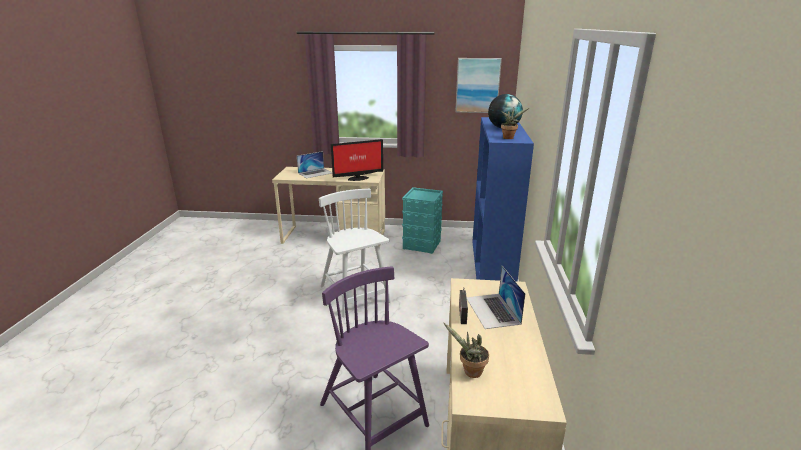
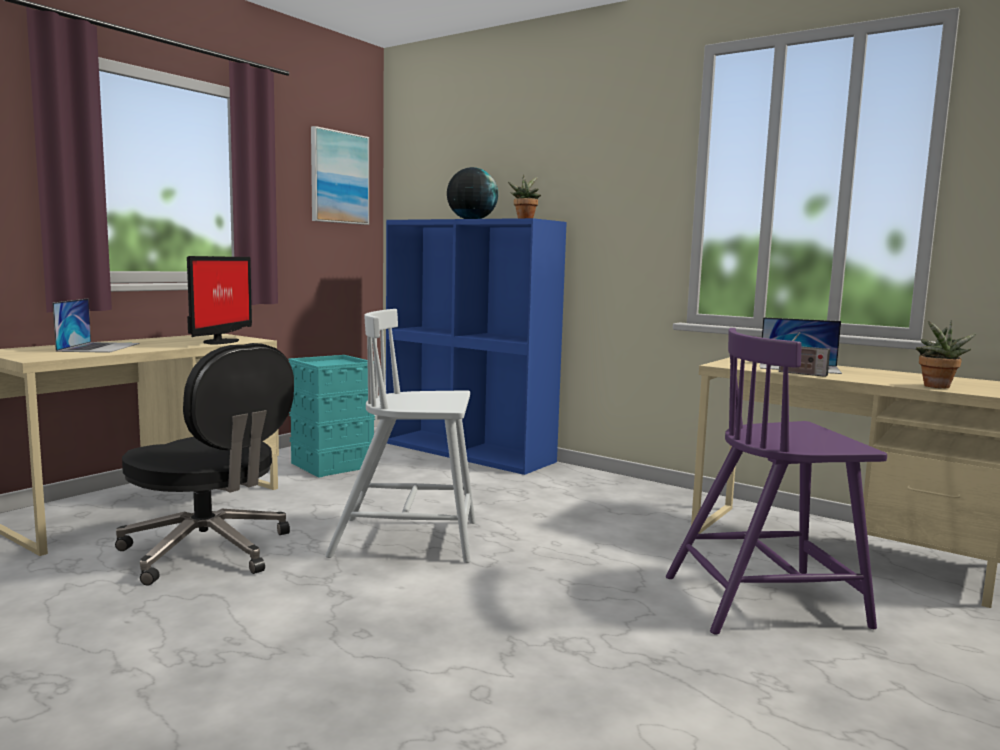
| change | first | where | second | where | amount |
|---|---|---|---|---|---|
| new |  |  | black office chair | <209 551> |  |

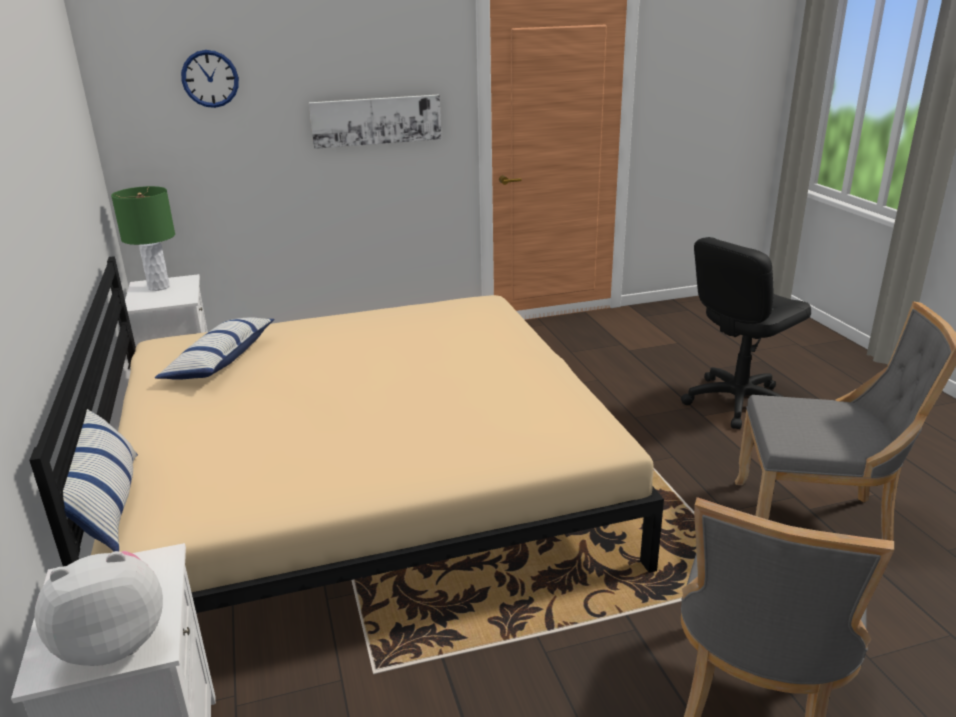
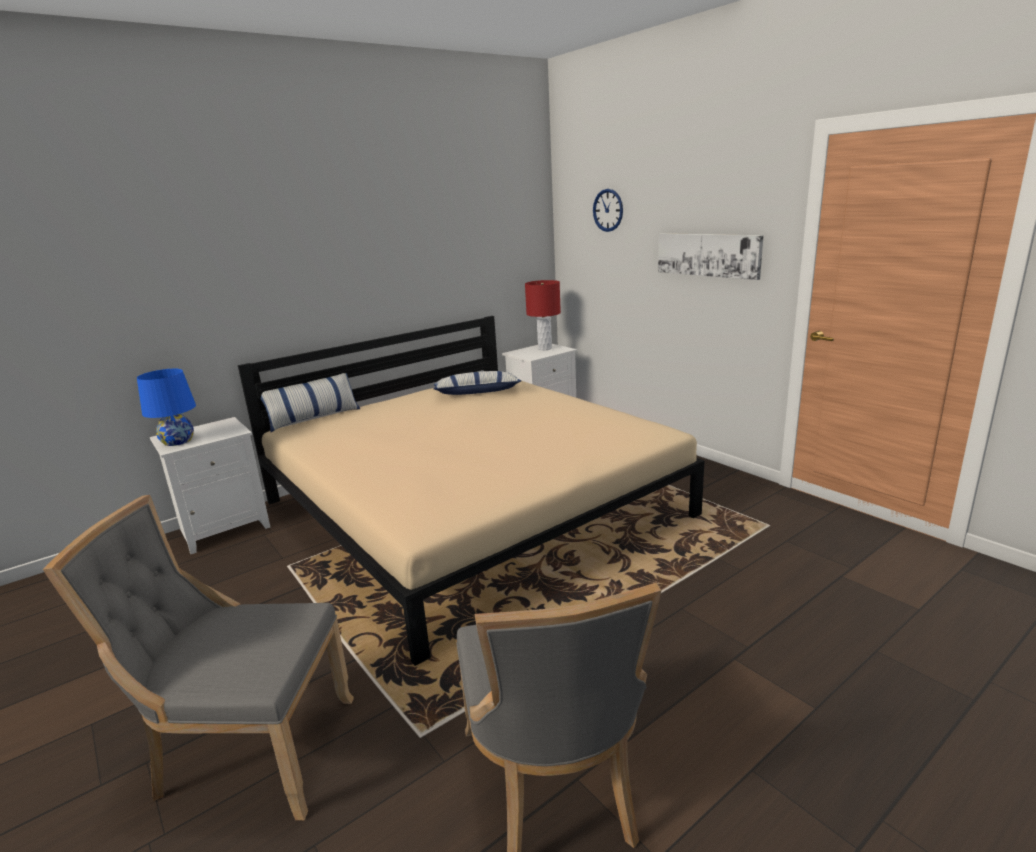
| change | first | where | second | where | amount |
|---|---|---|---|---|---|
| repainted | green table lamp | <158 287> | red table lamp | <544 348> |  |
| gone | black office chair | <737 402> |  |  |  |
| swapped | plush toy | <113 642> | blue table lamp | <177 441> |  |

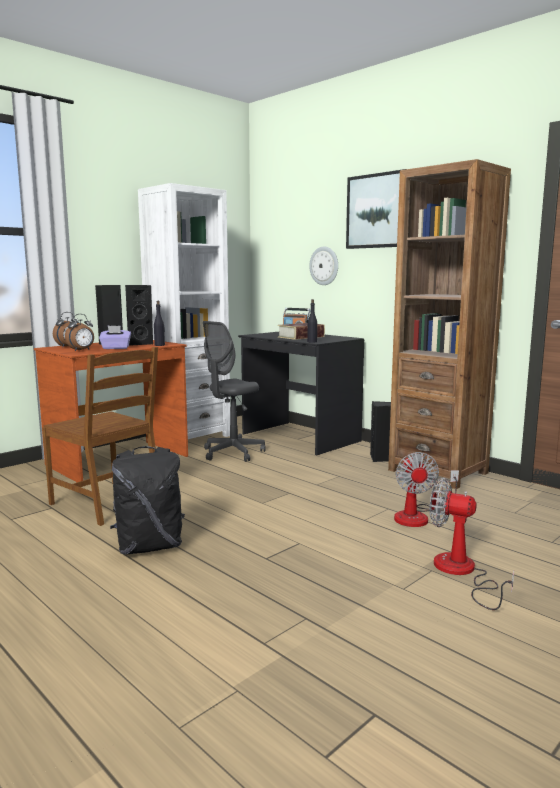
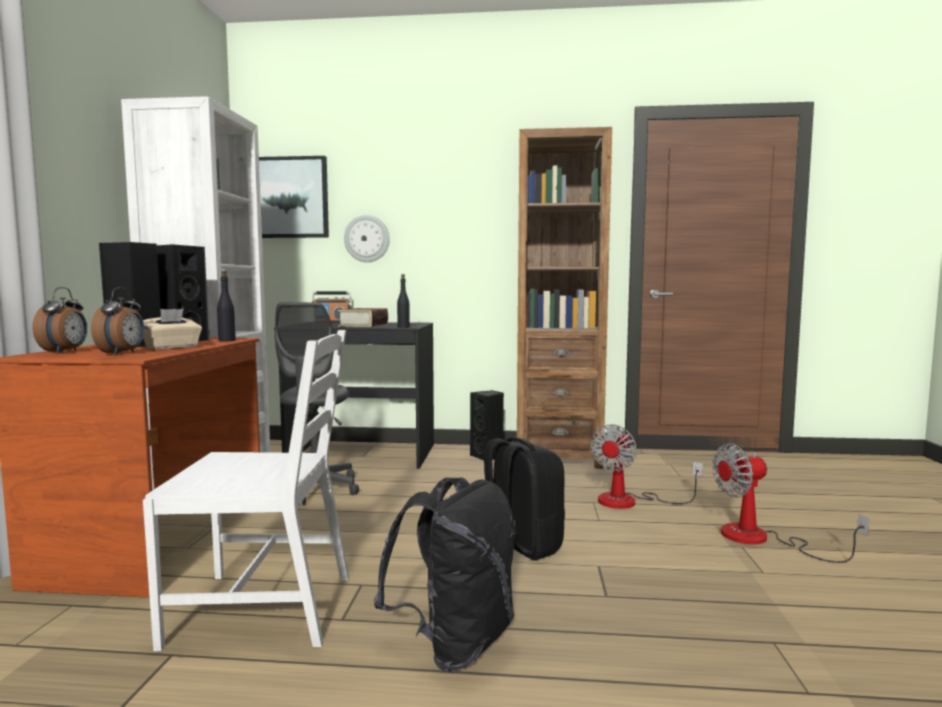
| change | first | where | second | where | amount |
|---|---|---|---|---|---|
| shifted | picture | <377 211> |  | <289 198> |  |
| repainted | purple tissue box | <115 348> | beige tissue box | <172 347> |  |
| repainted | brown chair | <108 503> | white chair | <264 608> |  |
| rotated | fan | <419 516> |  | <630 501> | 75 degrees clockwise |
| new |  |  | black backpack | <520 546> |  |

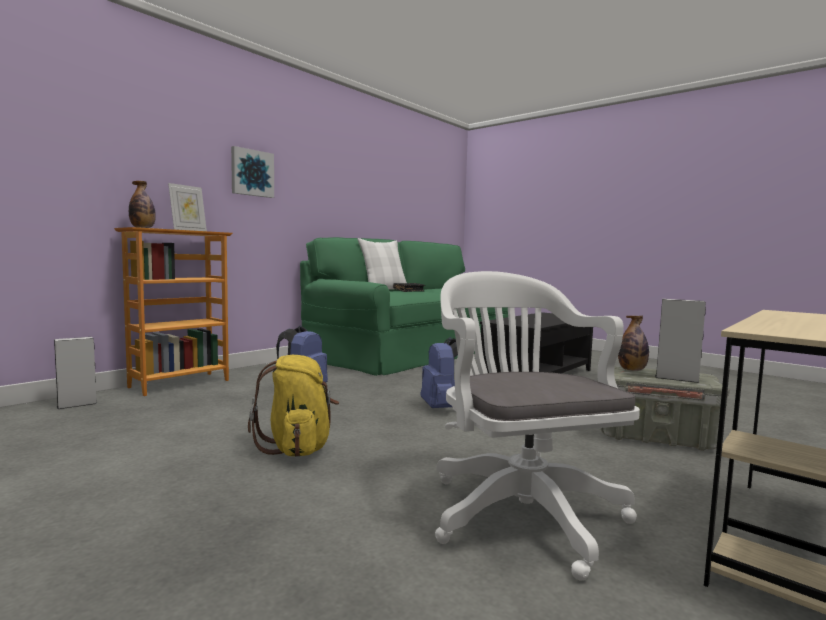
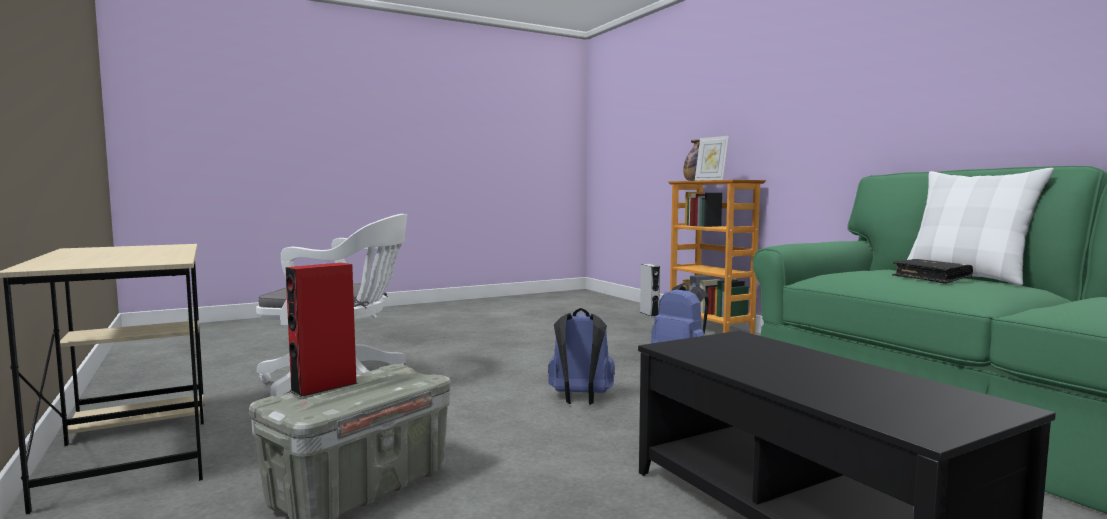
| change | first | where | second | where | amount |
|---|---|---|---|---|---|
| gone | picture | <252 173> |  |  |  |
| repainted | grey speaker | <676 378> | red speaker | <324 387> |  |
| gone | bottle | <632 370> |  |  |  |
| gone | yellow backpack | <297 448> |  |  |  |

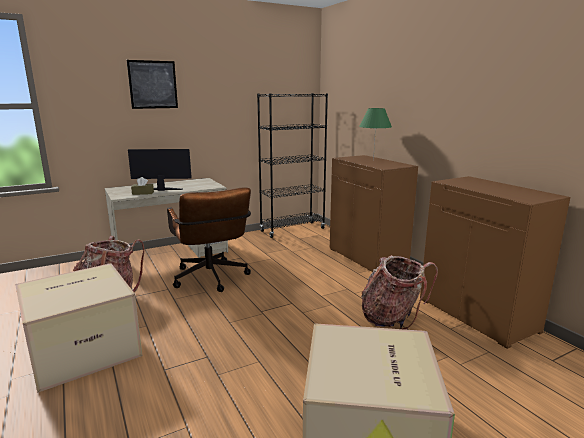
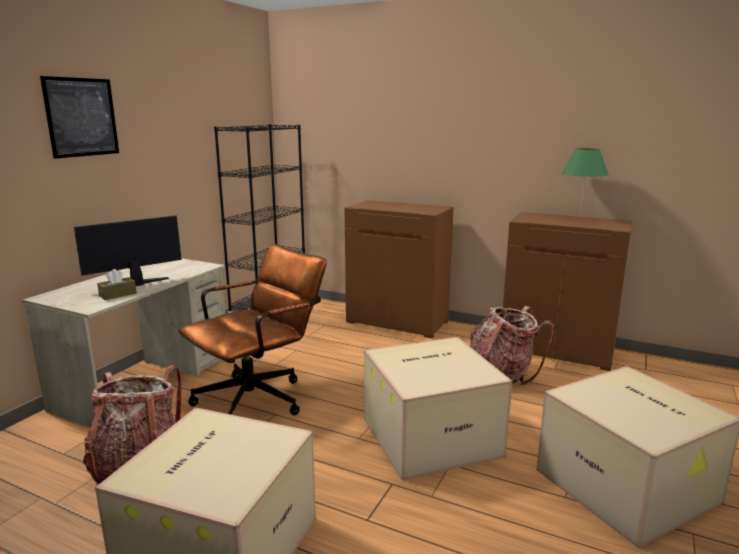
| change | first | where | second | where | amount |
|---|---|---|---|---|---|
| shifted | green table lamp | <373 160> |  | <579 219> |  |
| rotated | brown office chair | <211 280> |  | <259 398> | 75 degrees counterclockwise |
| new |  |  | cardboard box | <431 436> |  |

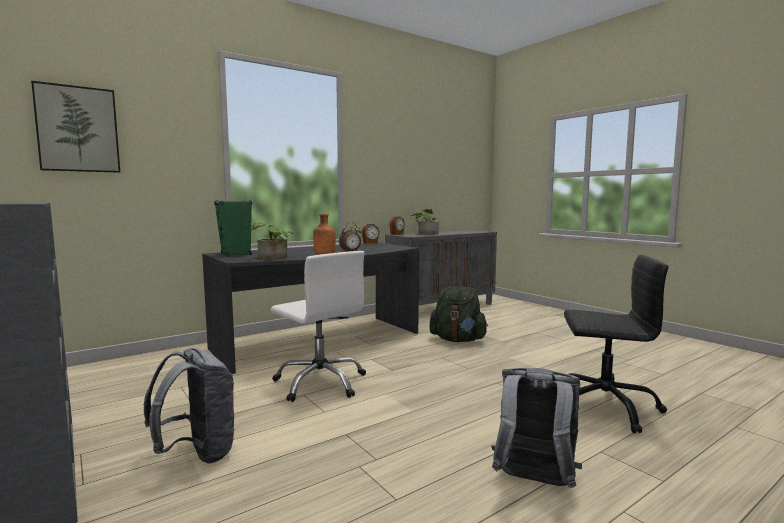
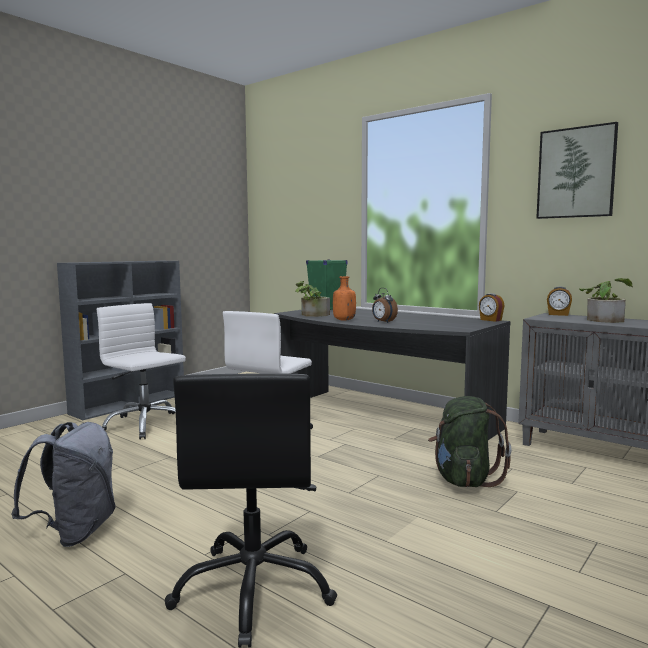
| change | first | where | second | where | amount |
|---|---|---|---|---|---|
| shifted | picture | <78 129> |  | <576 173> |  |
| swapped | grey backpack | <197 454> | white office chair | <145 425> |  |

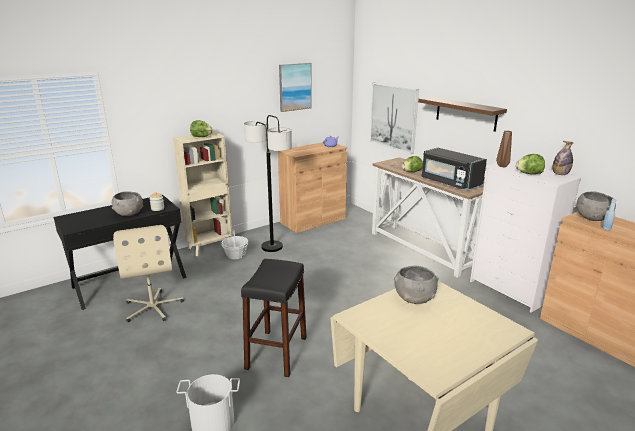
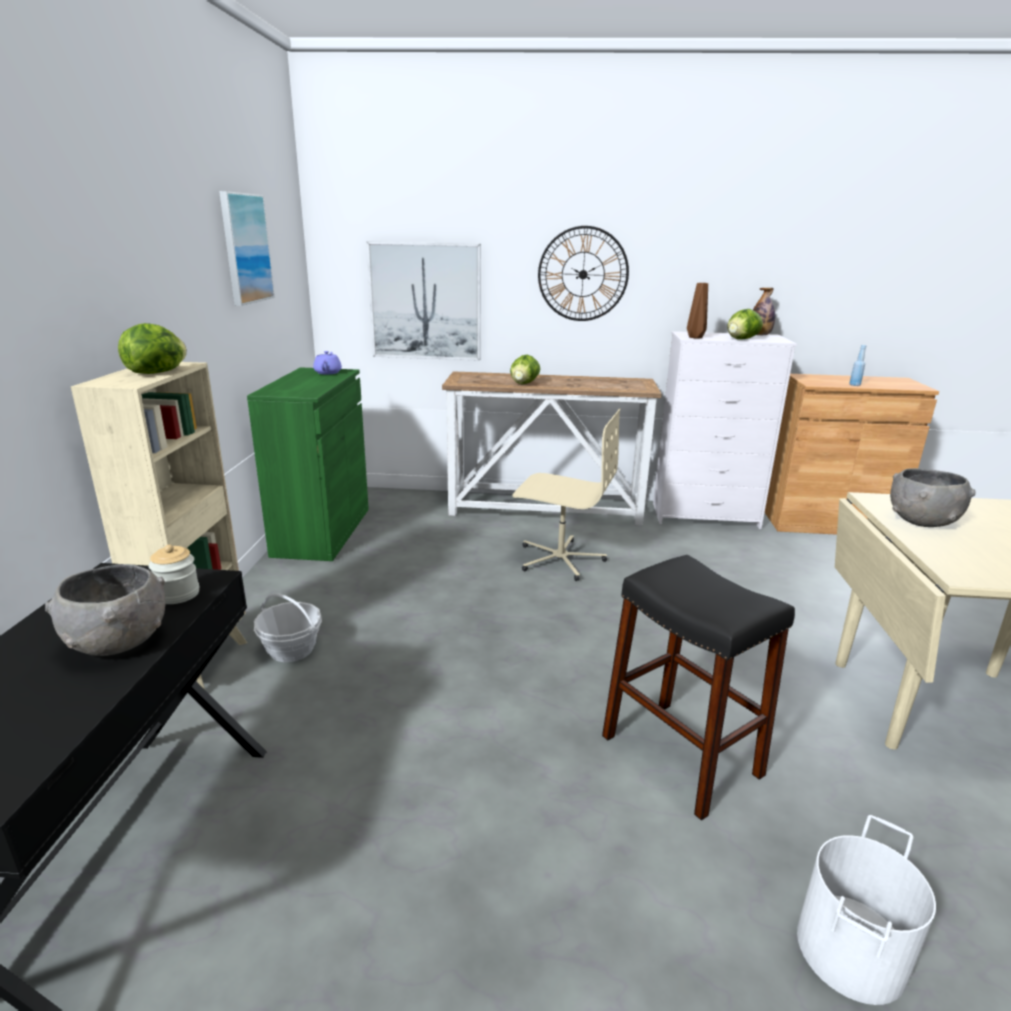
| change | first | where | second | where | amount |
|---|---|---|---|---|---|
| swapped | brown shelf | <465 113> | wall clock | <583 274> |  |
| gone | floor lamp | <272 247> |  |  |  |
| repainted | brown cabinet | <313 220> | green cabinet | <322 531> |  |
| gone | black microwave | <450 182> |  |  |  |
| gone | grey bowl | <592 218> |  |  |  |
| shifted | beige office chair | <153 307> |  | <560 559> |  |

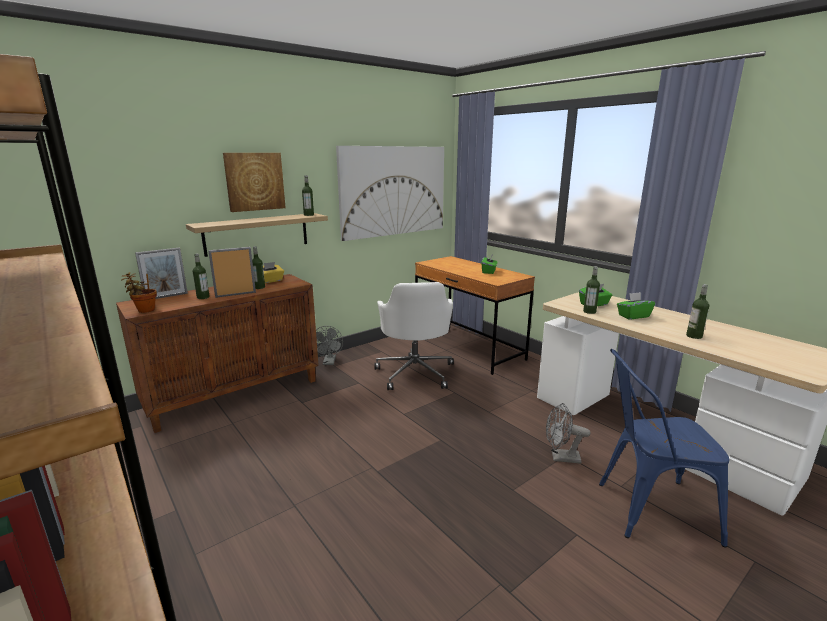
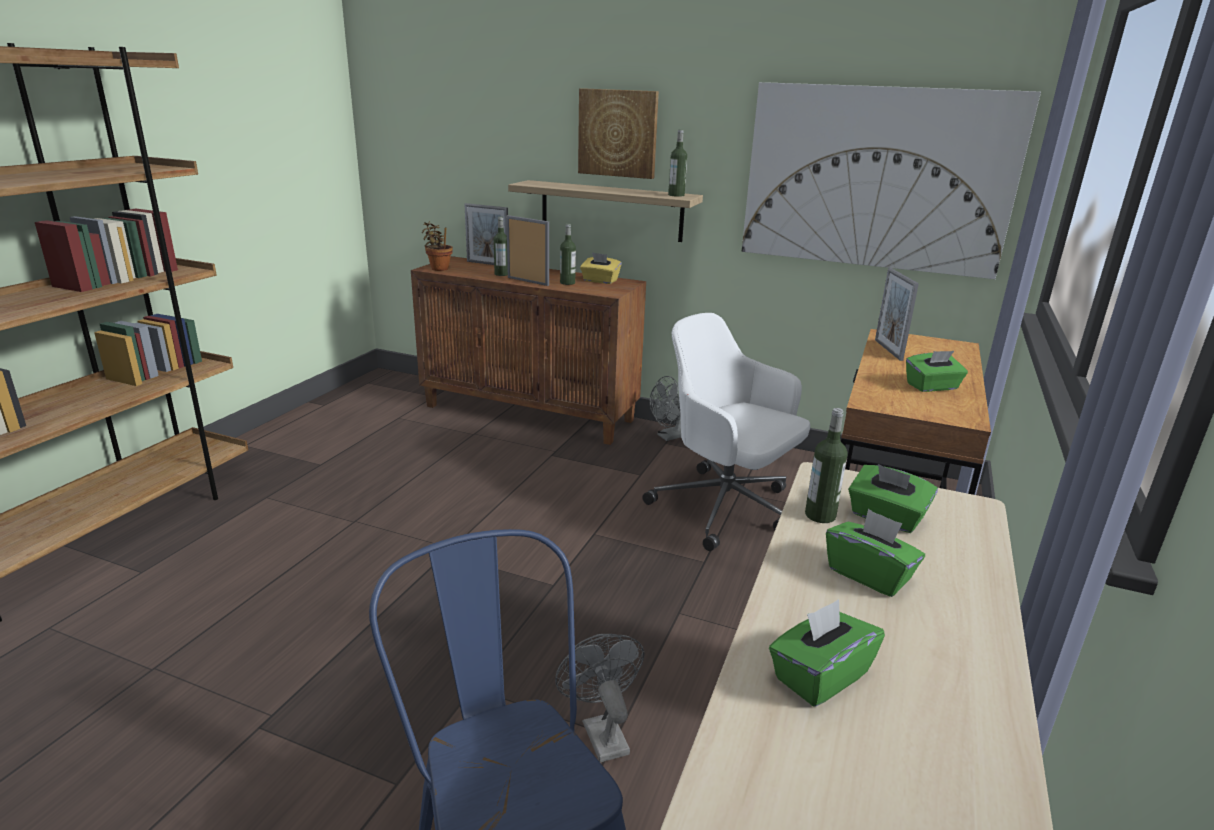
| change | first | where | second | where | amount |
|---|---|---|---|---|---|
| rotated | white office chair | <415 372> |  | <725 508> | 75 degrees clockwise |
| swapped | bottle | <694 336> | green tissue box | <819 676> |  |
| new |  |  | picture frame | <888 350> |  |

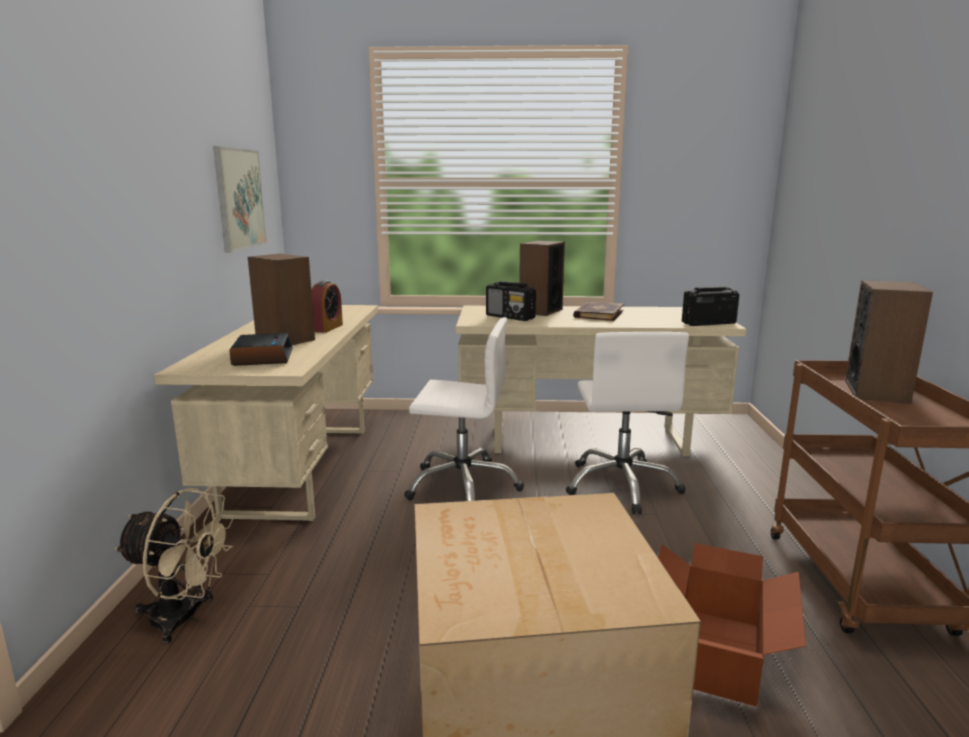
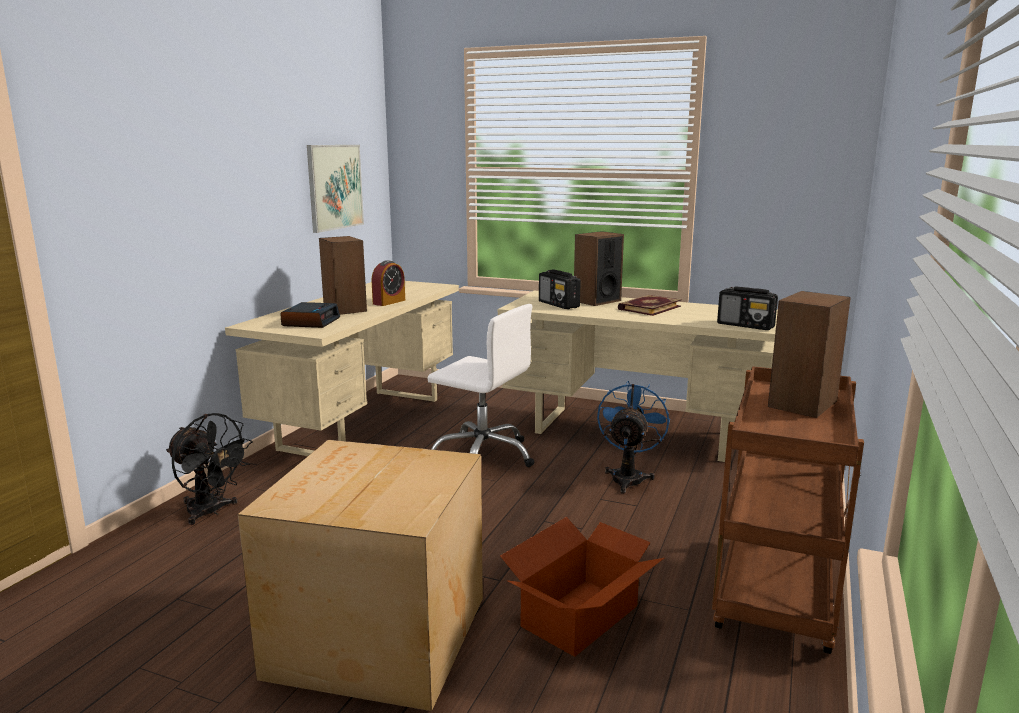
| change | first | where | second | where | amount |
|---|---|---|---|---|---|
| rotated | radio | <708 323> |  | <746 325> | 150 degrees counterclockwise |
| swapped | white office chair | <622 485> | blue fan | <628 477> |  |
| repainted | beige fan | <184 619> | black fan | <211 512> |  |

